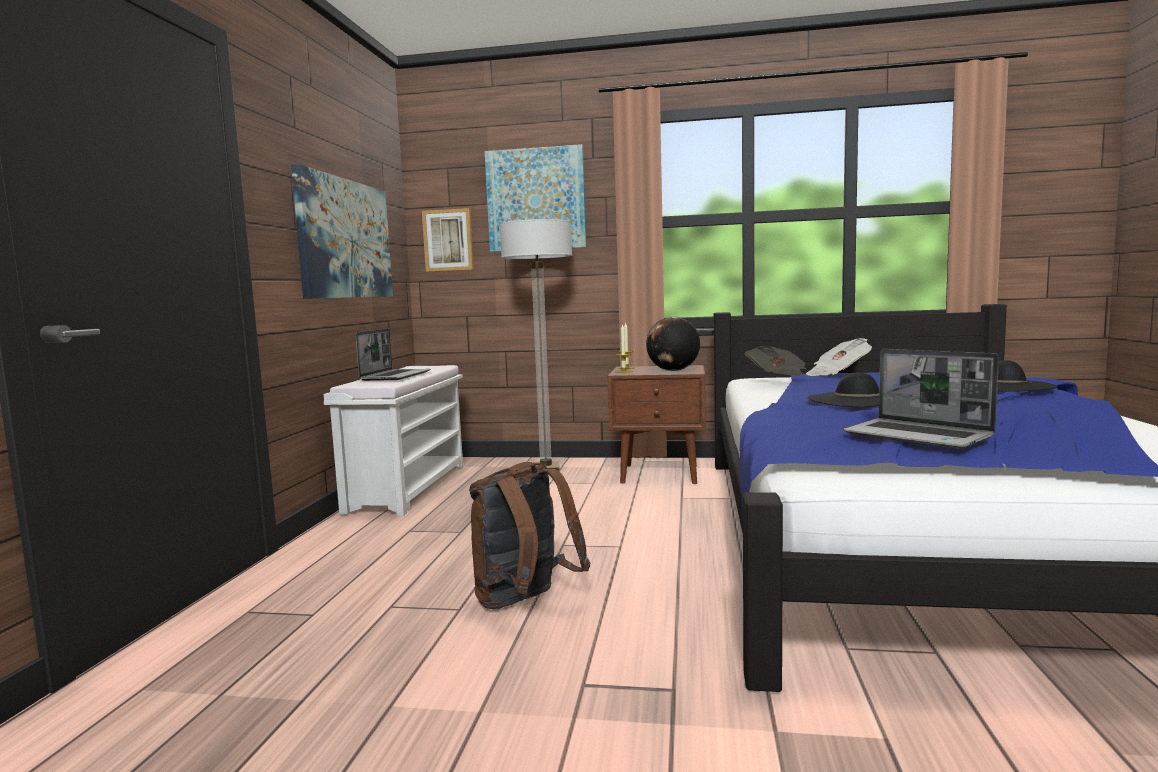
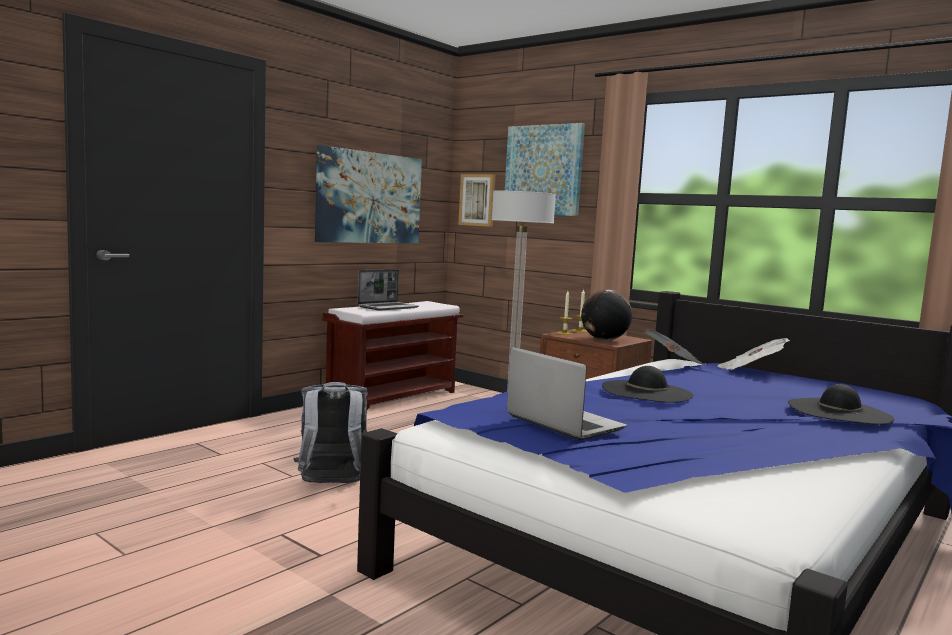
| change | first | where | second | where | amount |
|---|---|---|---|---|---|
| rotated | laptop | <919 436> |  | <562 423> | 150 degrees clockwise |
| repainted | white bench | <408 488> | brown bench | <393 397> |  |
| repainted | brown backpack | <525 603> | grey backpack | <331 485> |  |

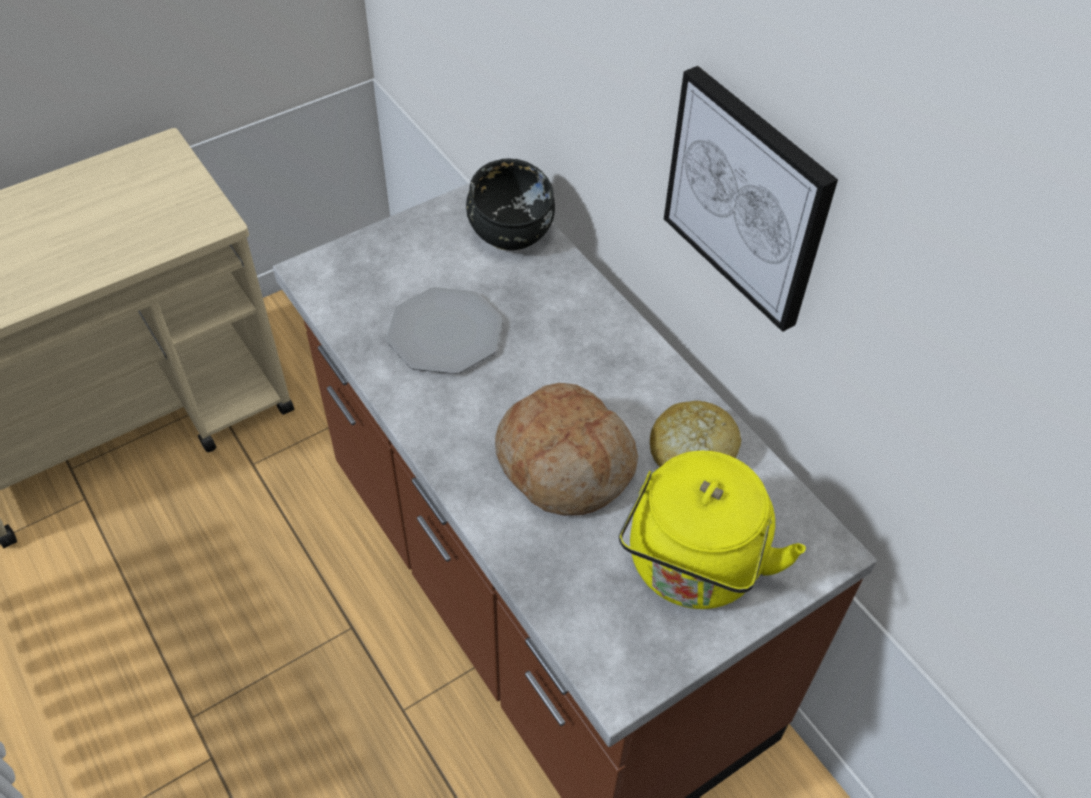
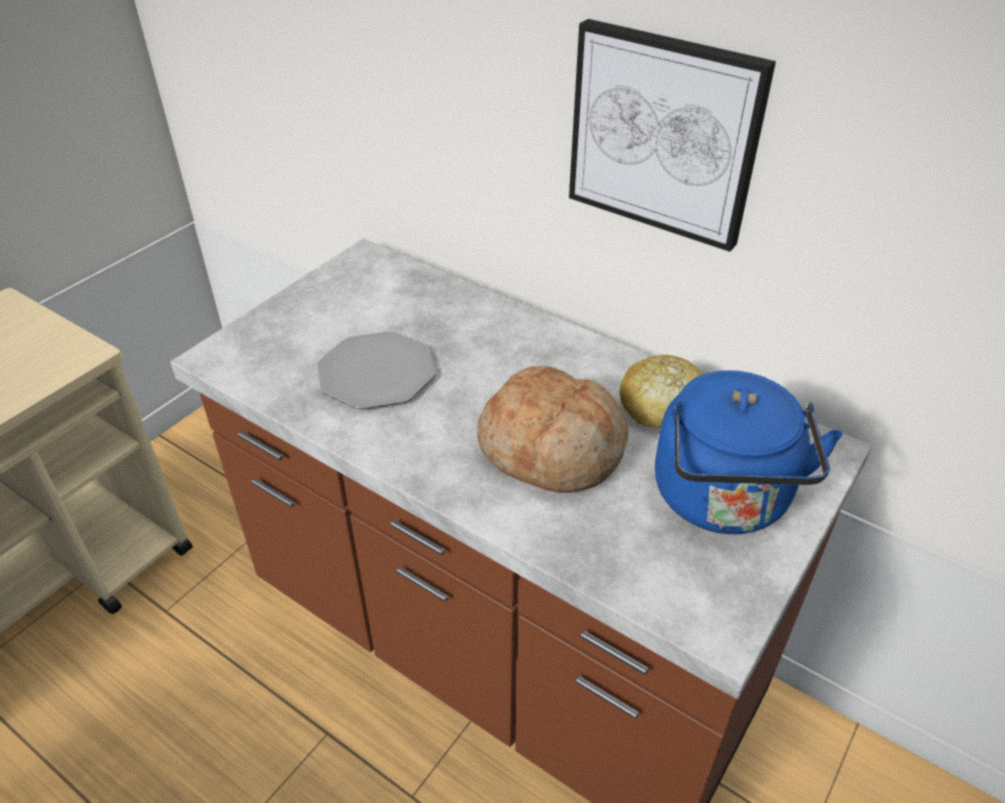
| change | first | where | second | where | amount |
|---|---|---|---|---|---|
| gone | black bowl | <510 233> |  |  |  |
| repainted | yellow kettle | <693 568> | blue kettle | <723 501> |  |

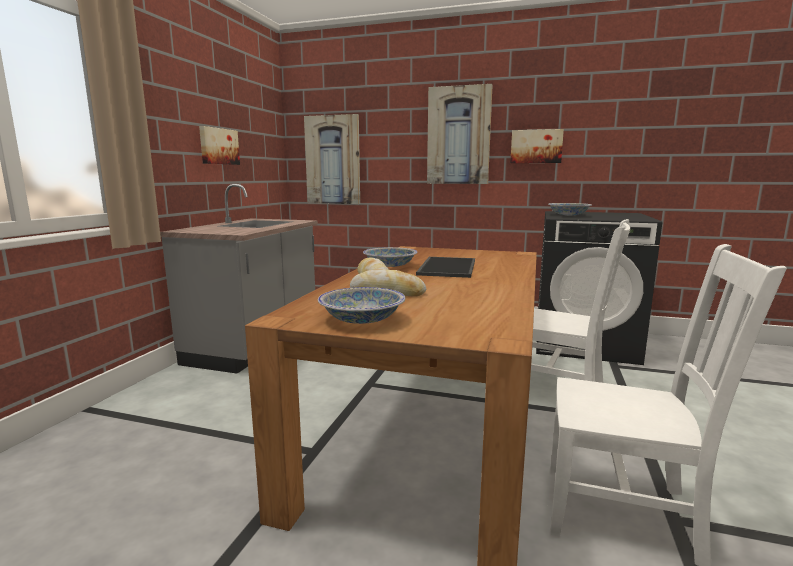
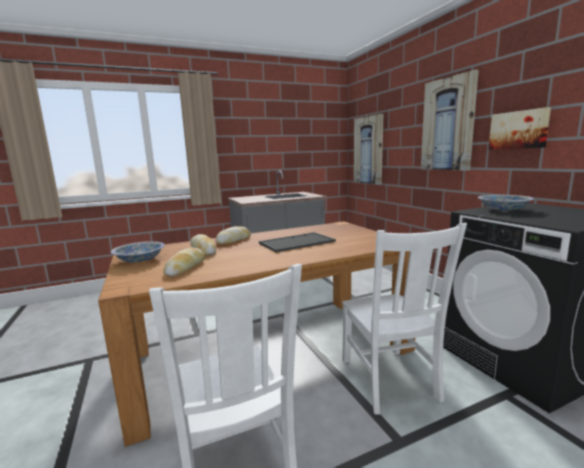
| change | first | where | second | where | amount |
|---|---|---|---|---|---|
| gone | picture | <218 146> |  |  |  |
| gone | bowl | <390 266> |  |  |  |
| new |  |  | bread | <185 267> |  |

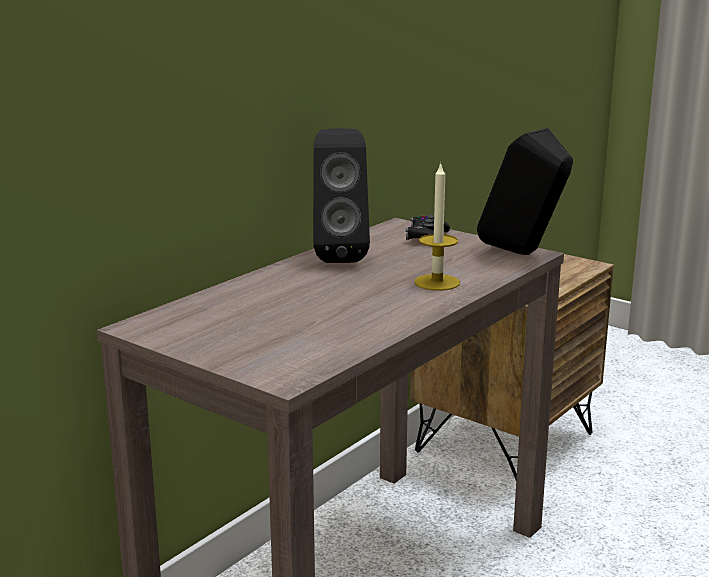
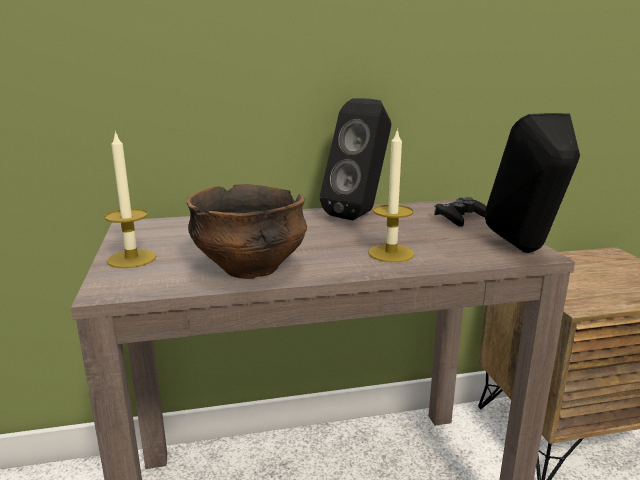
| change | first | where | second | where | amount |
|---|---|---|---|---|---|
| new |  |  | candle | <132 259> |  |
| new |  |  | bowl | <250 268> |  |

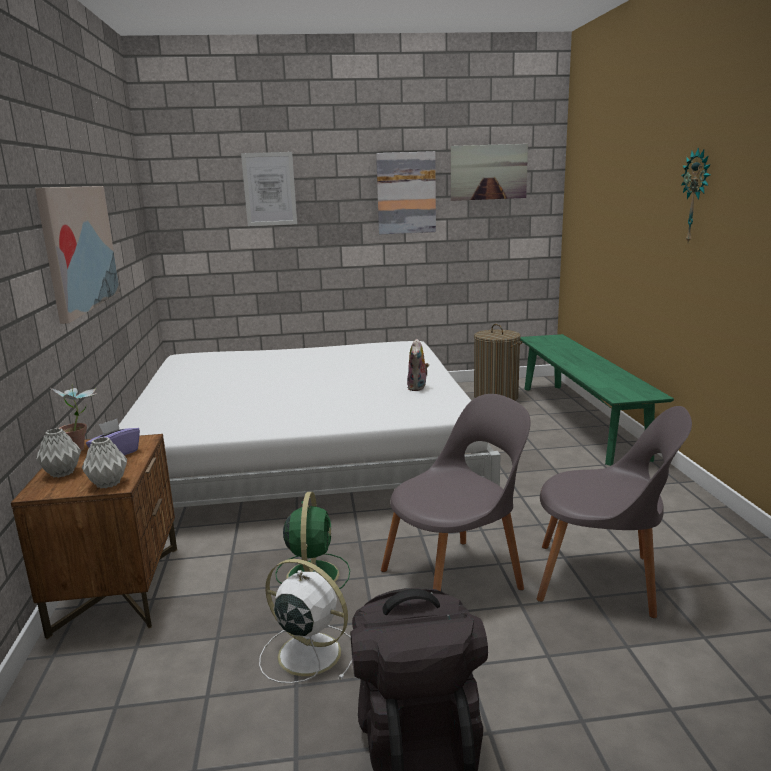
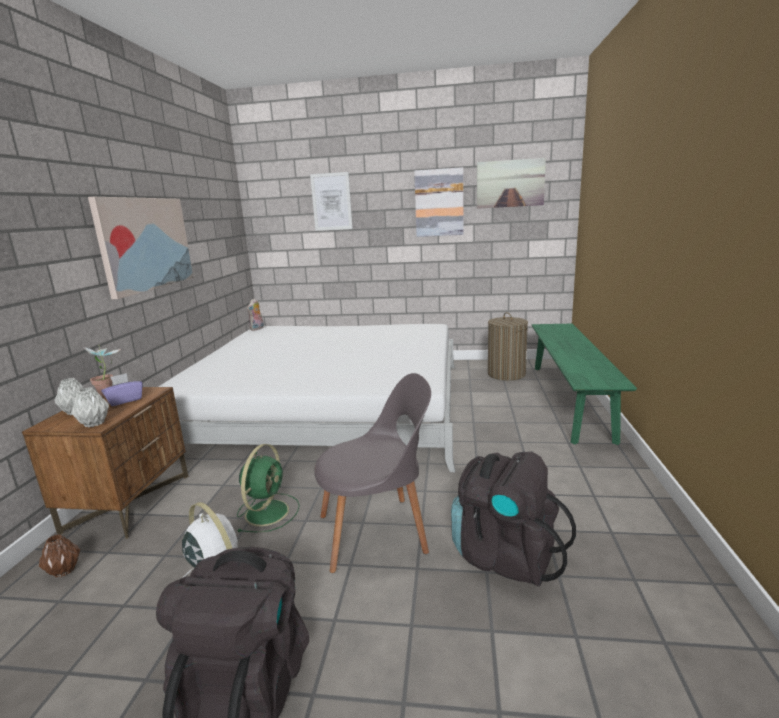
| change | first | where | second | where | amount |
|---|---|---|---|---|---|
| gone | wall clock | <696 196> |  |  |  |
| shifted | plush toy | <418 388> |  | <257 329> |  |
| swapped | grey chair | <601 580> | black backpack | <505 556> |  |
| new |  |  | brown vase | <65 570> |  |

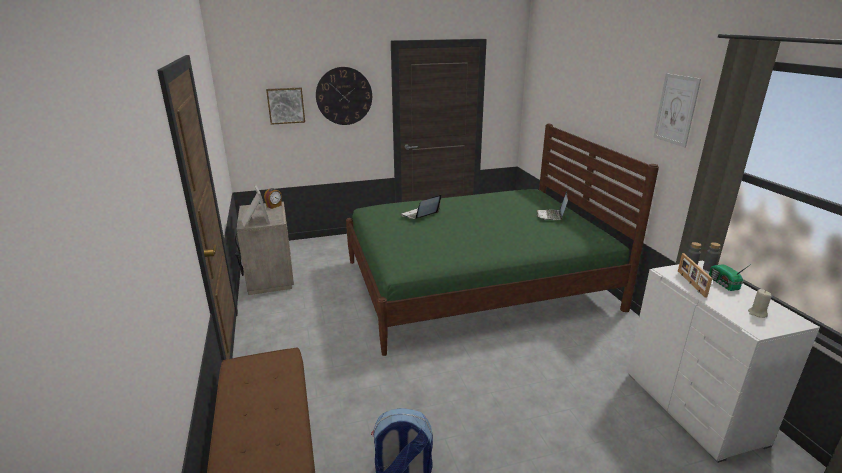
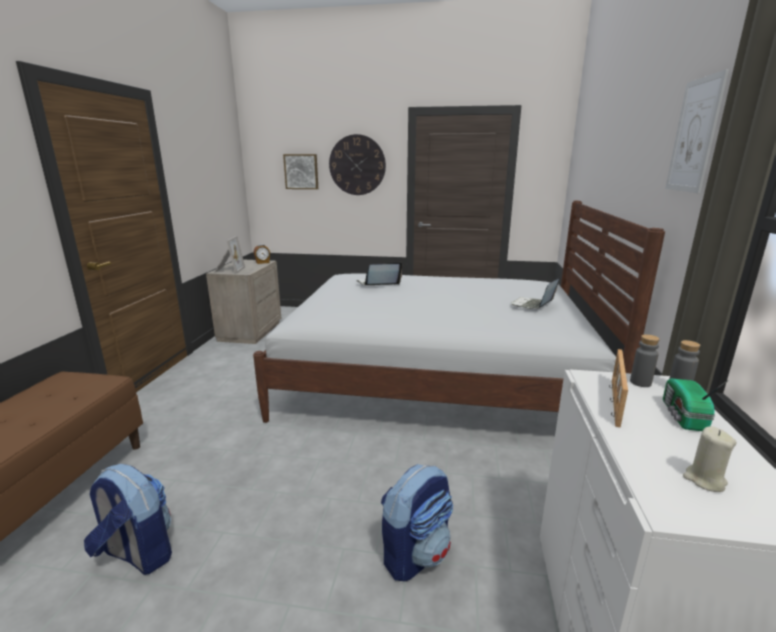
| change | first | where | second | where | amount |
|---|---|---|---|---|---|
| repainted | green bed | <476 284> | white bed | <435 378> |  |
| new |  |  | backpack | <416 553> |  |

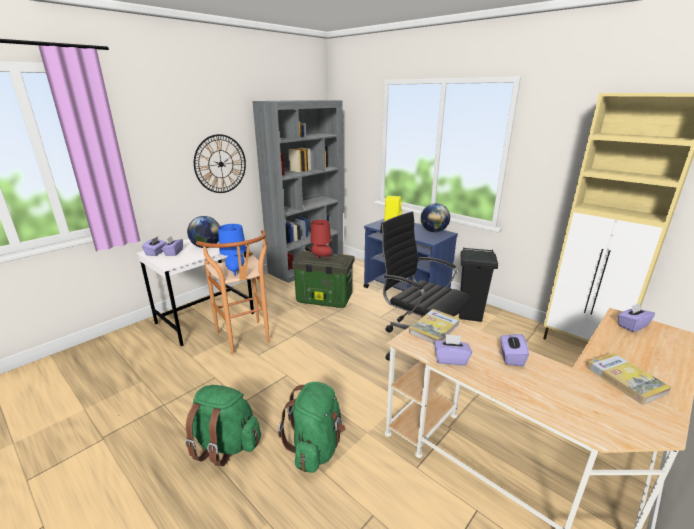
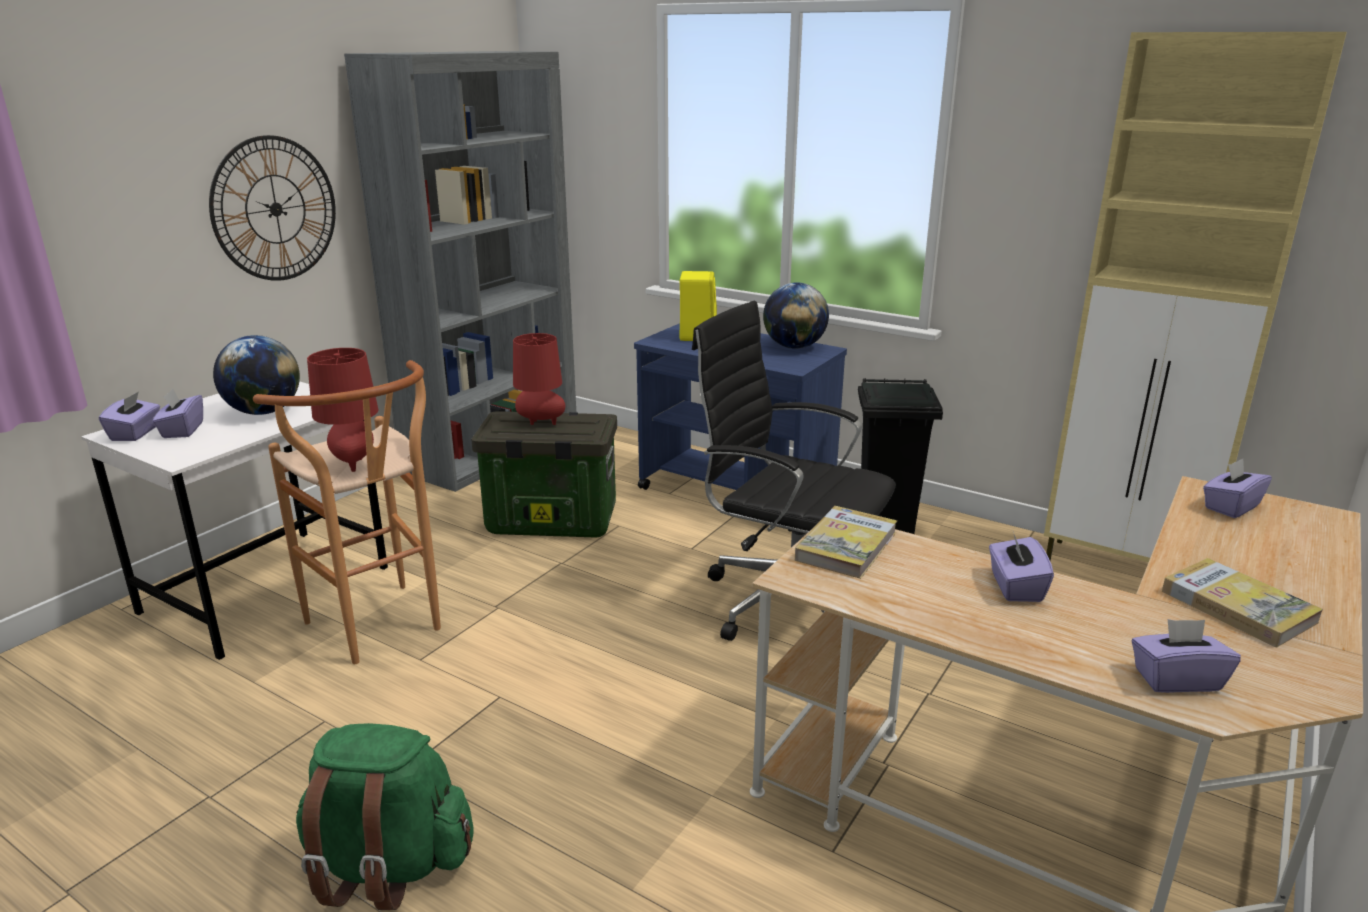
| change | first | where | second | where | amount |
|---|---|---|---|---|---|
| repainted | blue table lamp | <235 271> | red table lamp | <353 463> |  |
| shifted | purple tissue box | <450 359> |  | <1176 679> |  |
| gone | green backpack | <316 447> |  |  |  |

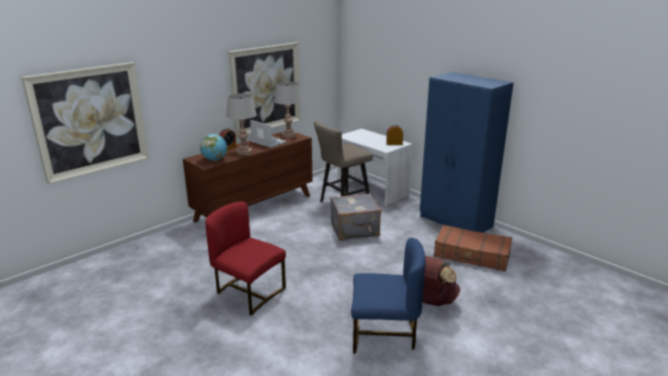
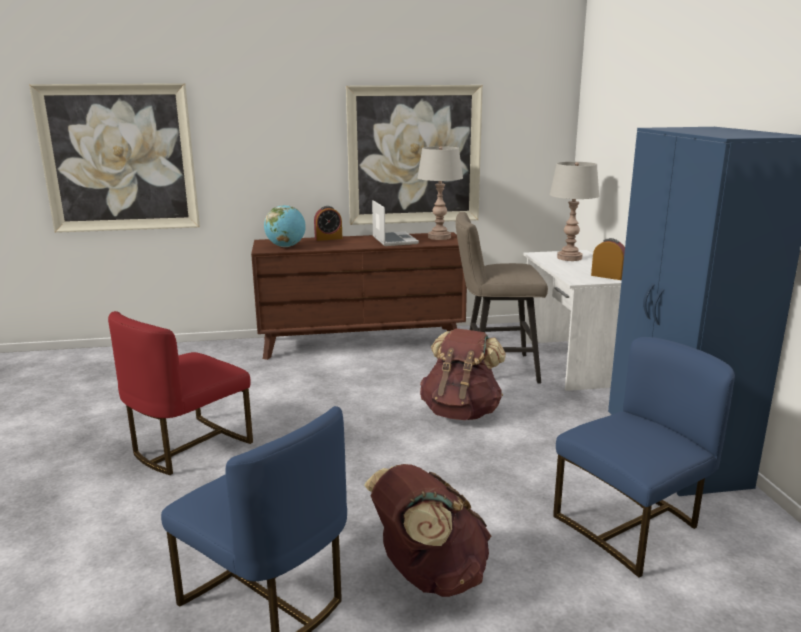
| change | first | where | second | where | amount |
|---|---|---|---|---|---|
| shifted | grey table lamp | <244 152> |  | <569 258> |  |
| swapped | grey suitcase | <355 230> | brown backpack | <461 412> |  |
| rotated | red chair | <248 292> |  | <189 446> | 120 degrees counterclockwise |
| swapped | brown suitcase | <472 255> | blue chair | <632 526> |  |

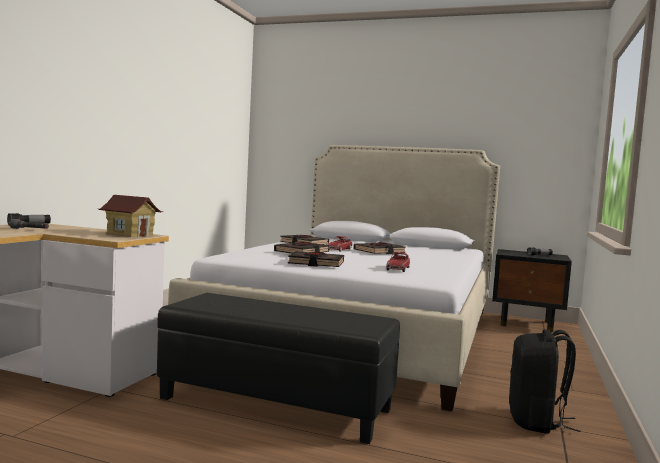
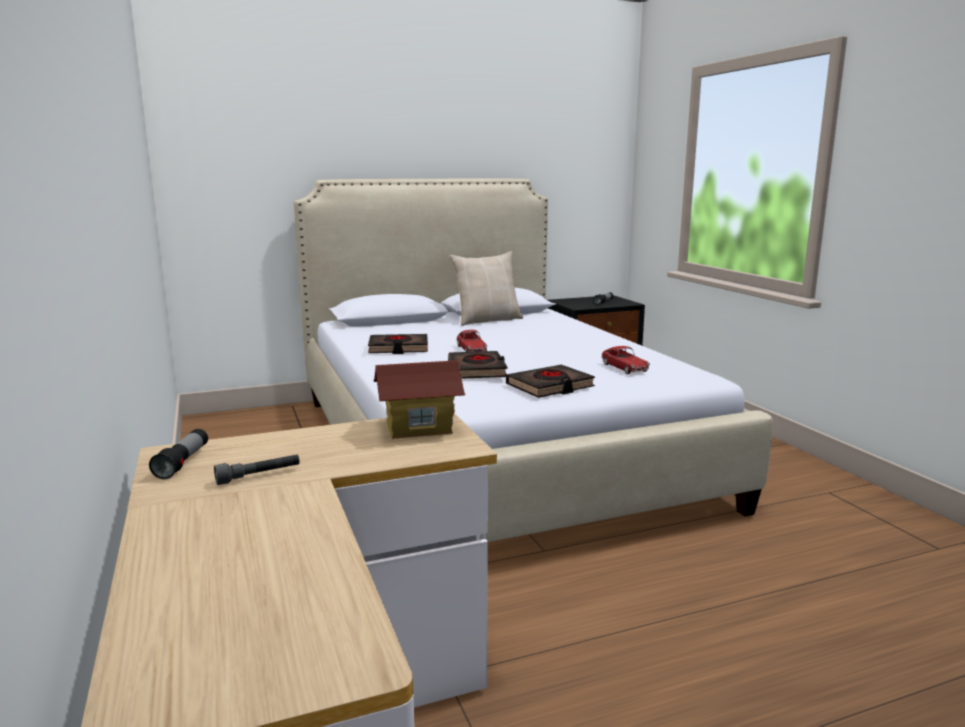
| change | first | where | second | where | amount |
|---|---|---|---|---|---|
| gone | black book | <379 252> |  |  |  |
| gone | black ottoman | <276 404> |  |  |  |
| gone | black backpack | <537 422> |  |  |  |
| new |  |  | beige pillow | <487 320> |  |

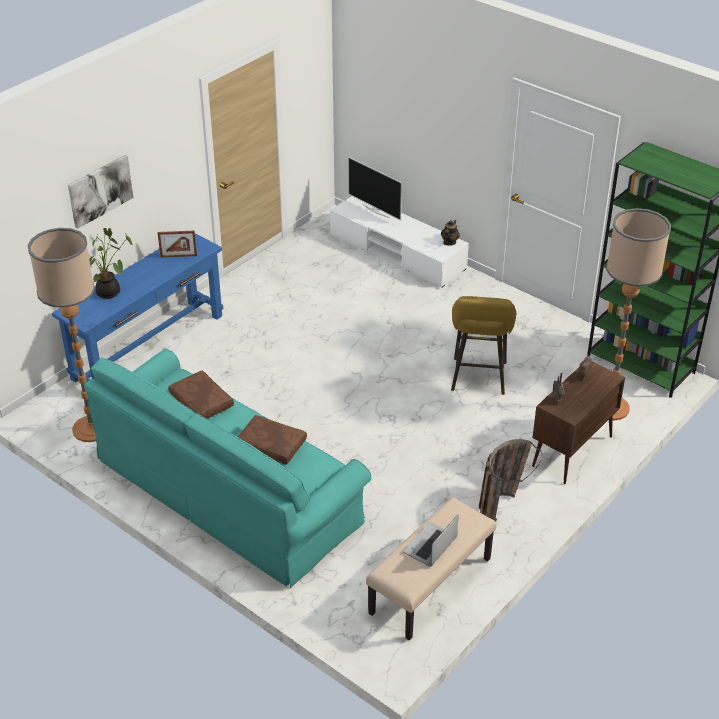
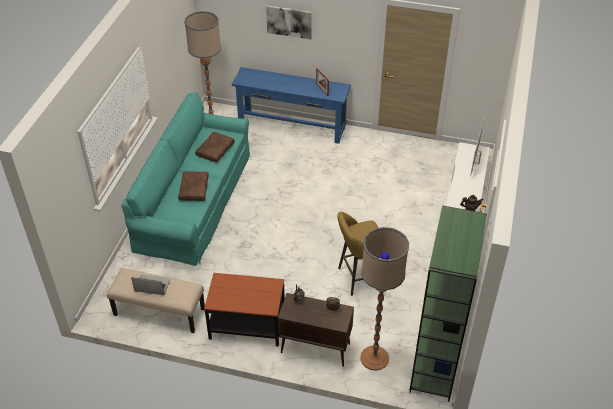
| change | first | where | second | where | amount |
|---|---|---|---|---|---|
| gone | potted plant | <110 293> |  |  |  |
| swapped | basket | <502 501> | side table | <247 325> |  |

